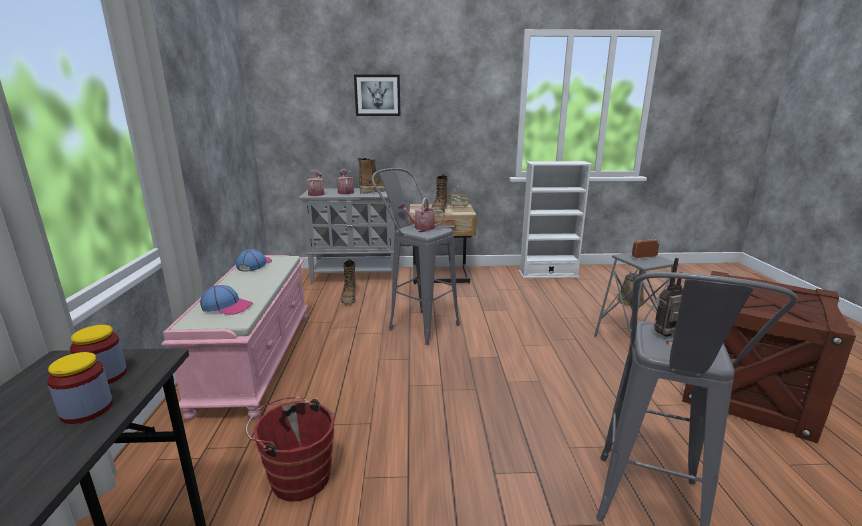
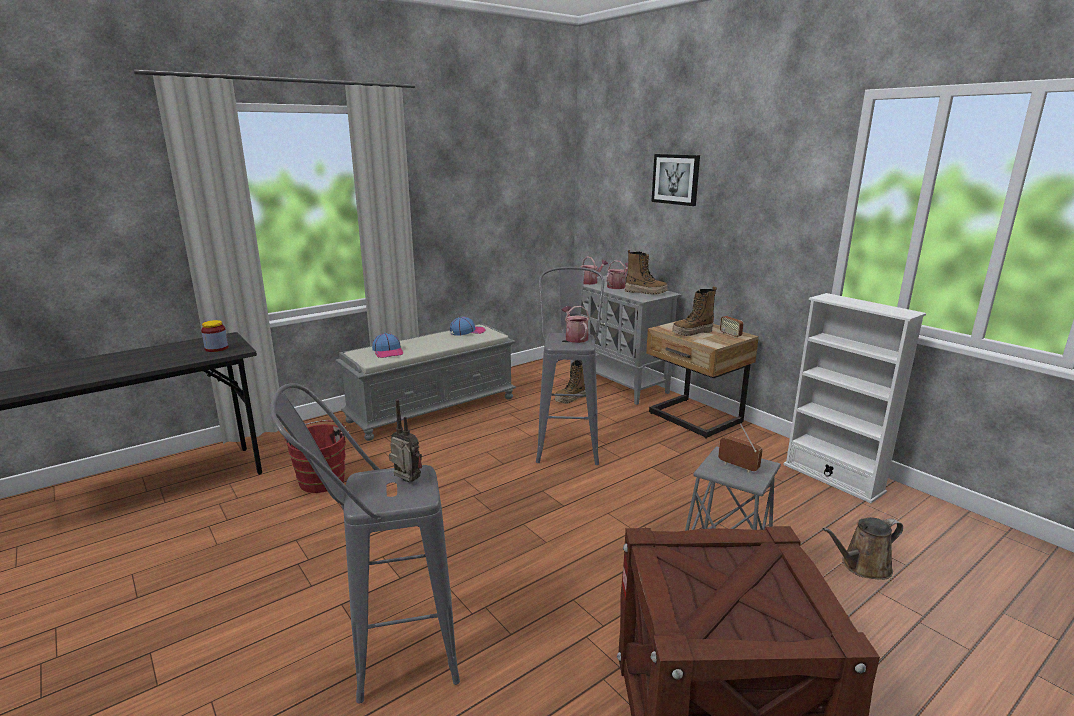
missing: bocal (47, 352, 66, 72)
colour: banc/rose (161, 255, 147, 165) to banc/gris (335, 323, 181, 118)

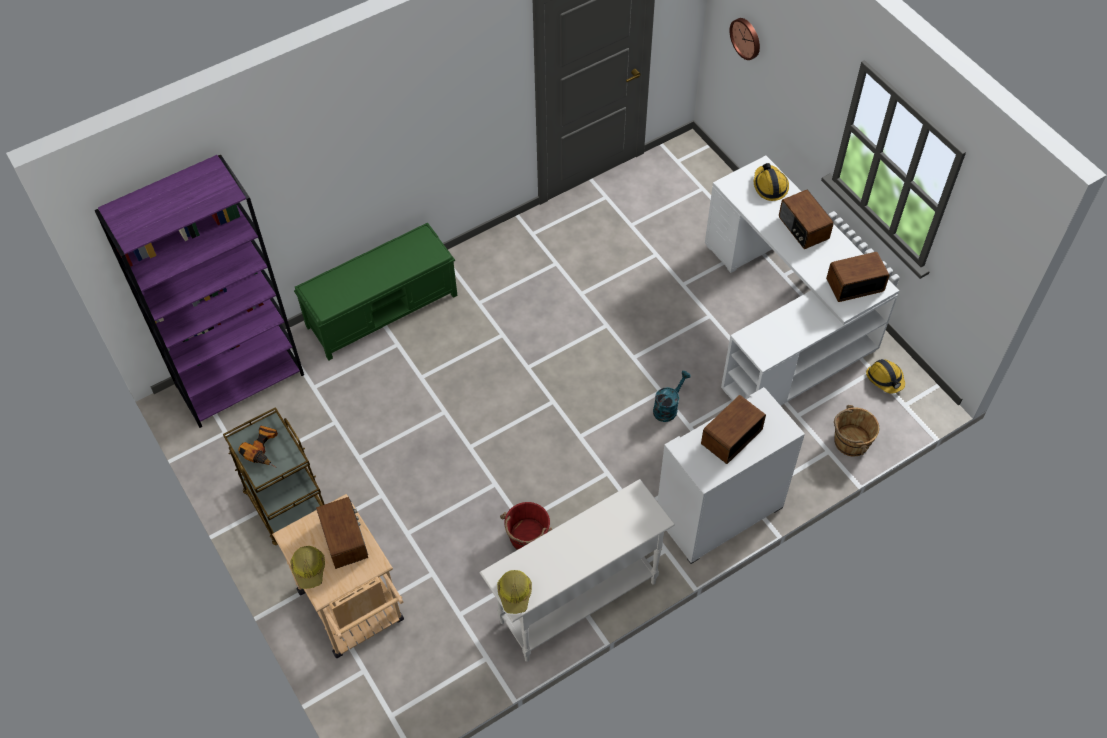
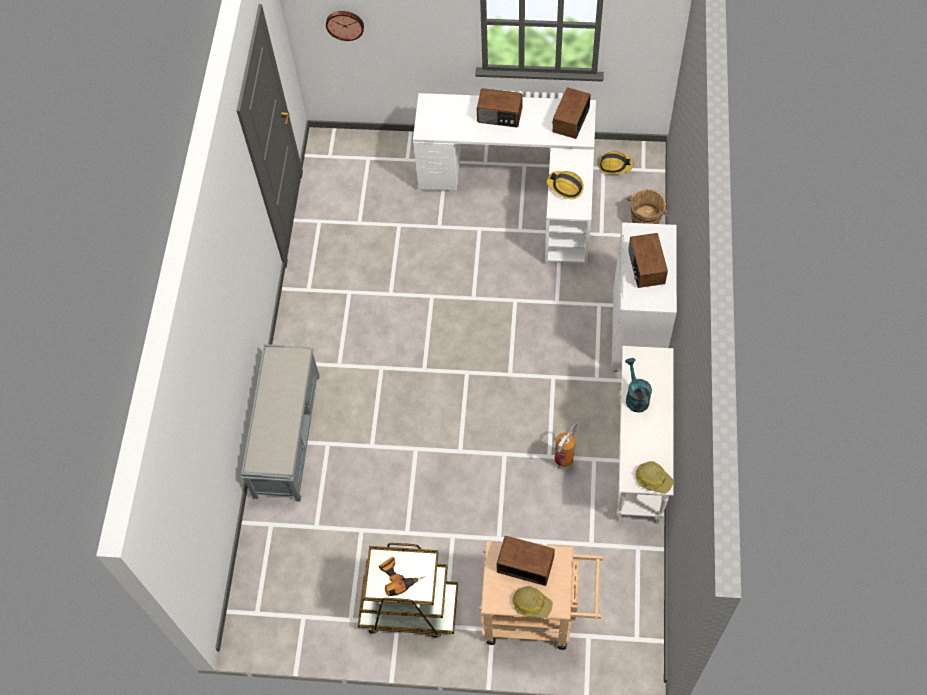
missing: bibliothèque/violet (95, 154, 209, 274)
relocated: arrosoir/turquoise (653, 371, 38, 51) to (625, 358, 27, 55); casque de chantier (754, 163, 35, 38) to (547, 171, 37, 28)
exchanged: seau/rouge (500, 502, 52, 48) to extincteur (554, 423, 23, 47)
colour: banc/vert (294, 223, 163, 138) to banc/gris (241, 344, 78, 158)

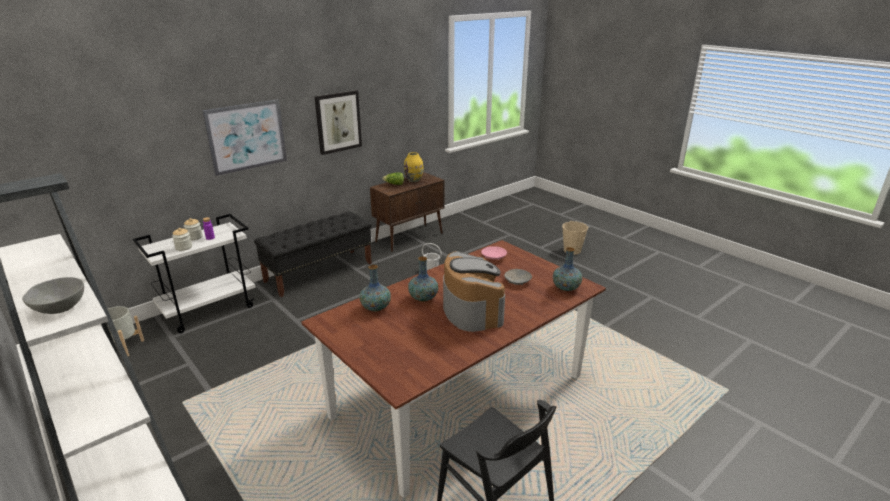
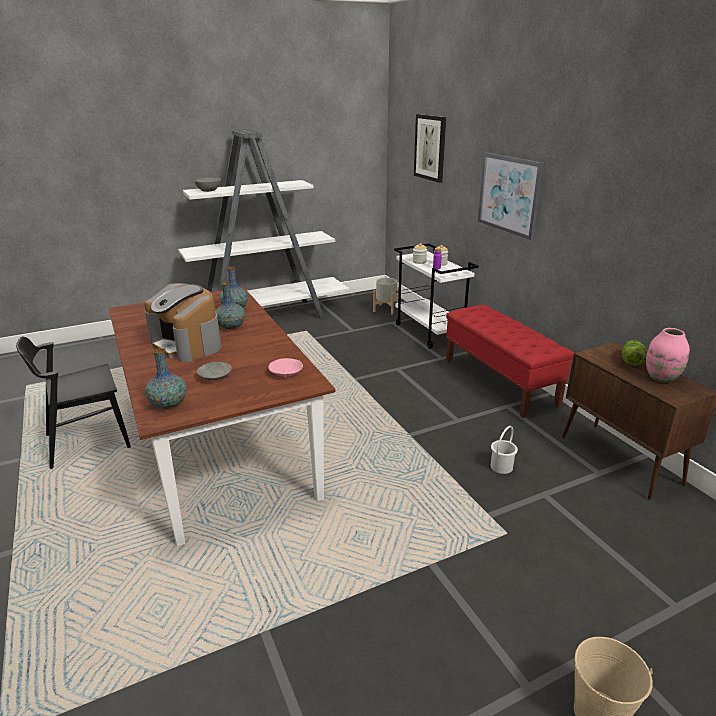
relocated: tableau (314, 90, 48, 65) to (414, 114, 32, 69)
colour: banc/noir (254, 212, 118, 85) to banc/rouge (446, 305, 128, 113); vase/jaune (404, 152, 20, 30) to vase/rose (646, 328, 44, 55)
spun: machine à café (443, 251, 62, 81) = (144, 283, 77, 79) 45 degrees clockwise

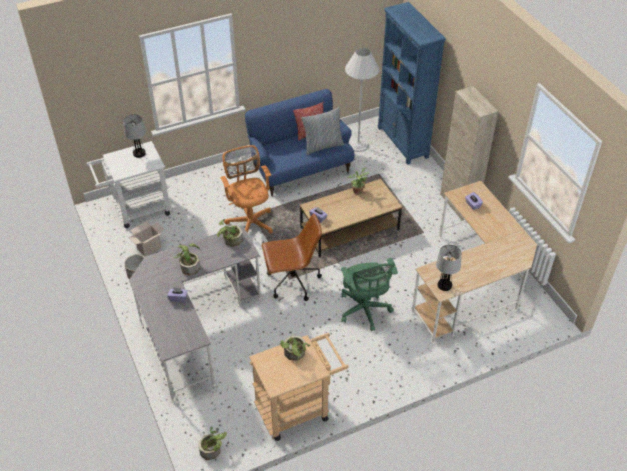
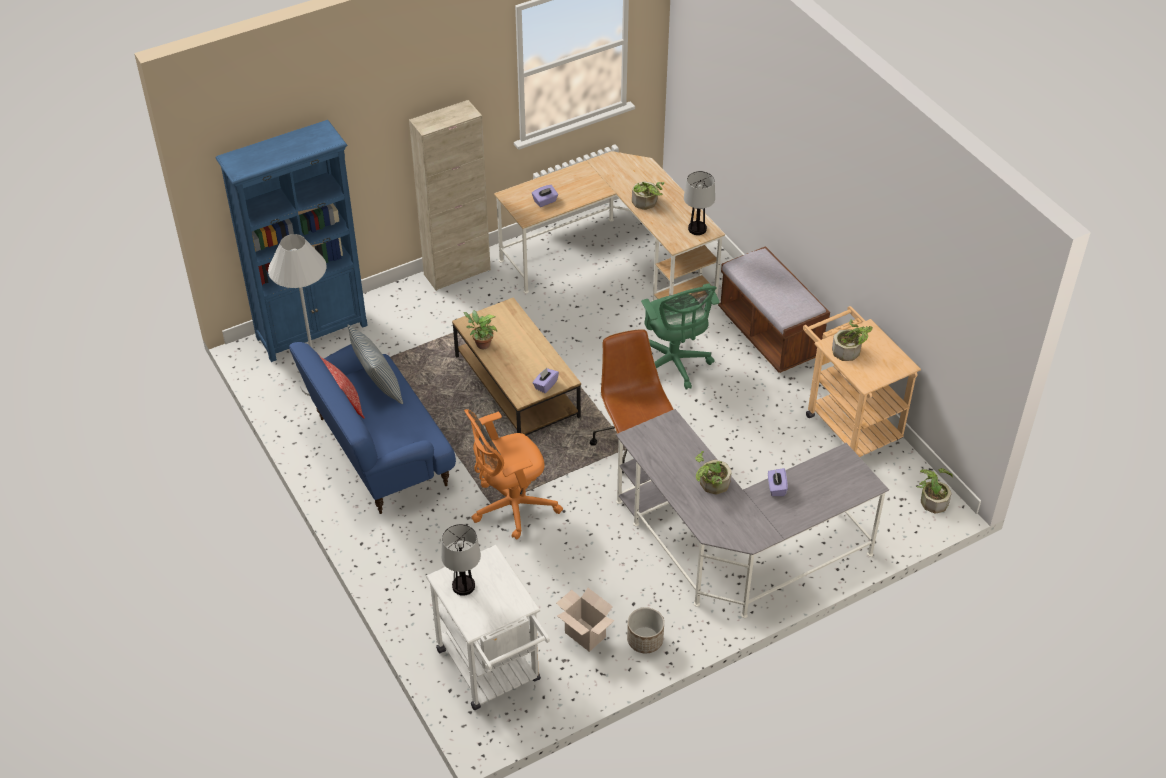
appeared: banc/marron (718, 246, 112, 127)
relocated: plante en pot (217, 219, 26, 28) to (632, 181, 33, 29)
spun: chaise de bureau/vert (341, 258, 57, 73) = (641, 284, 79, 106) 90 degrees clockwise

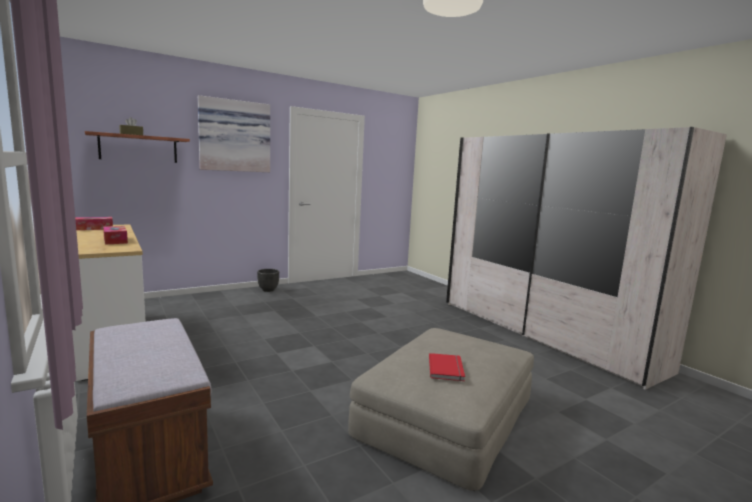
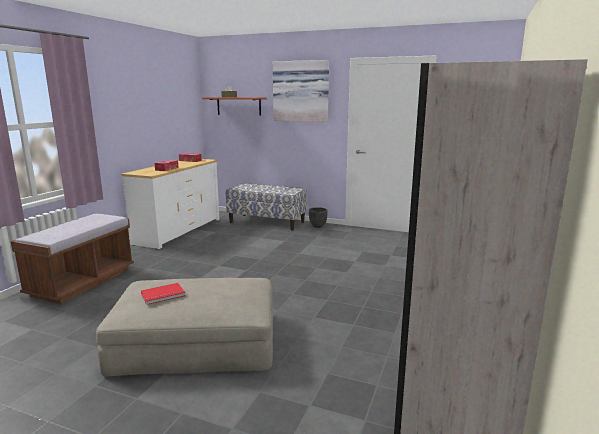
appeared: banc (226, 183, 81, 47)

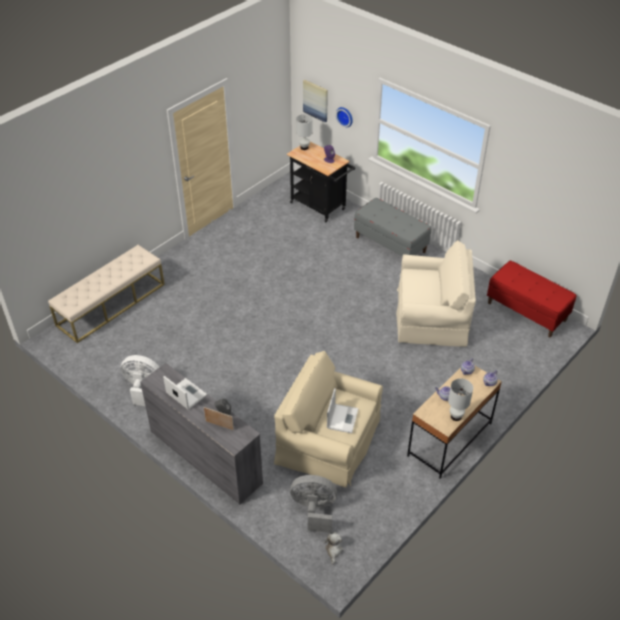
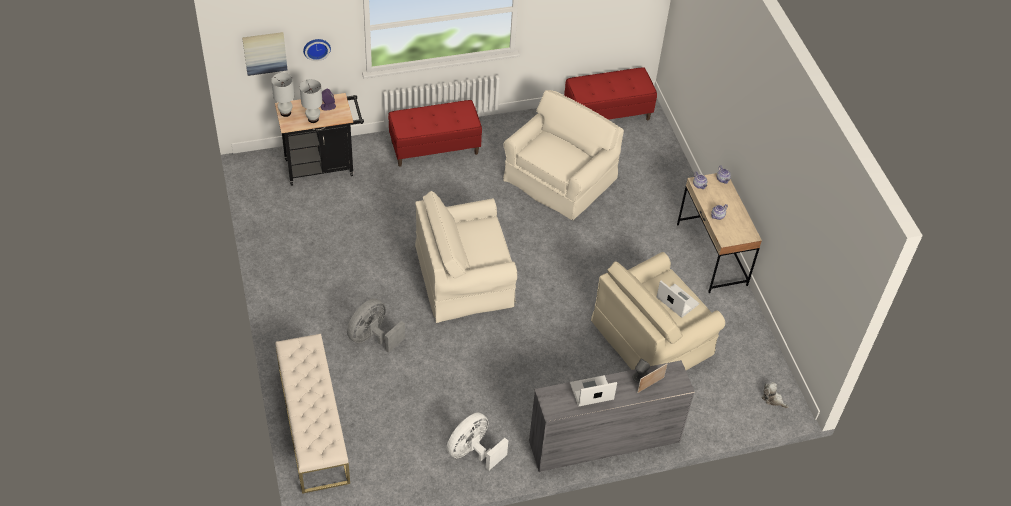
appeared: fauteuil/beige (415, 191, 102, 132)
relocated: ventilateur/gris (290, 475, 47, 58) to (347, 299, 58, 54); lampe de table/blanc (448, 379, 25, 42) to (300, 79, 22, 44)
colour: banc/gris (354, 198, 77, 59) to banc/rouge (388, 100, 94, 67)

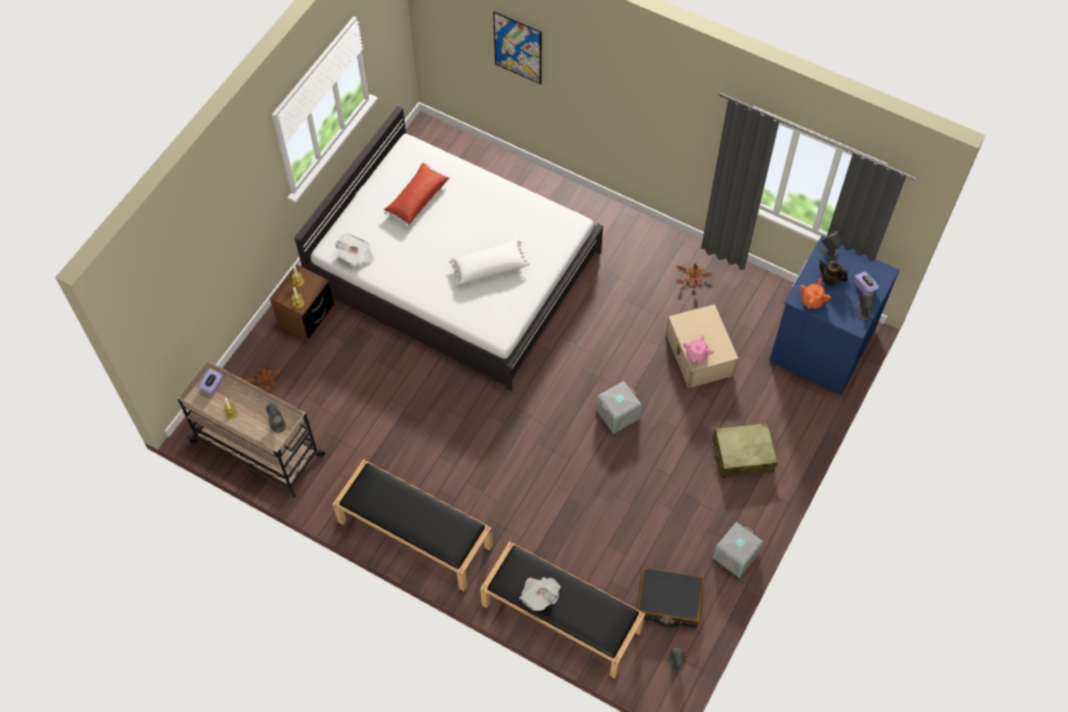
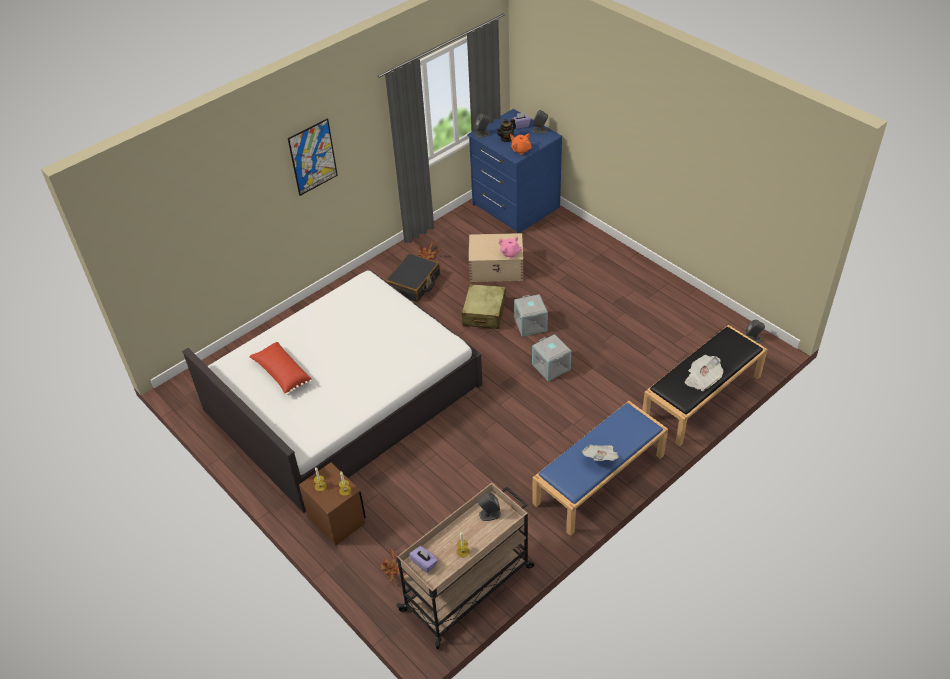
missing: coussin/blanc (449, 238, 80, 47)
relocated: journal (335, 233, 39, 33) to (582, 445, 37, 16); tableau (493, 11, 49, 73) to (288, 118, 50, 78); valise/noir (637, 567, 67, 61) to (386, 253, 54, 49); valise/beige (712, 423, 66, 55) to (462, 284, 44, 45); boîte de rangement/gris (713, 522, 50, 56) to (532, 334, 39, 47)
colour: banc/noir (333, 459, 160, 132) to banc/bleu (532, 401, 136, 135)

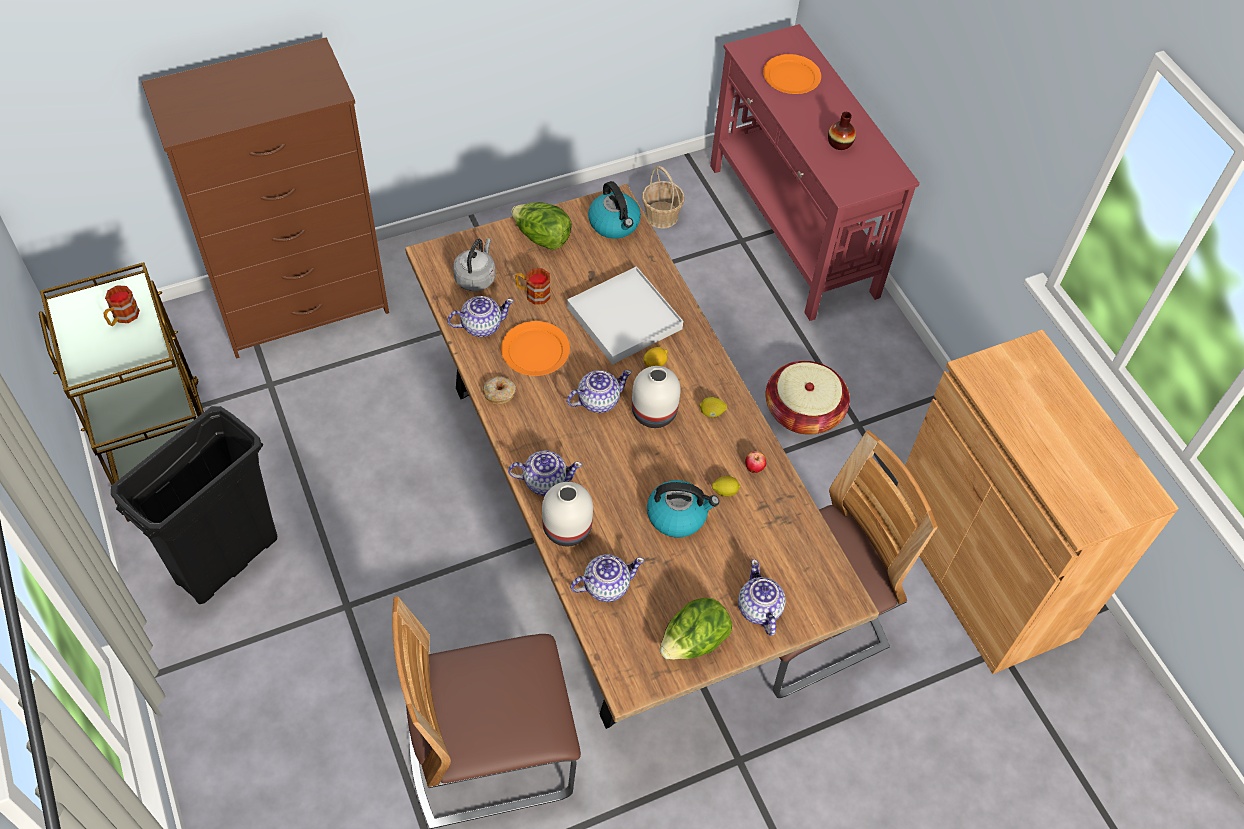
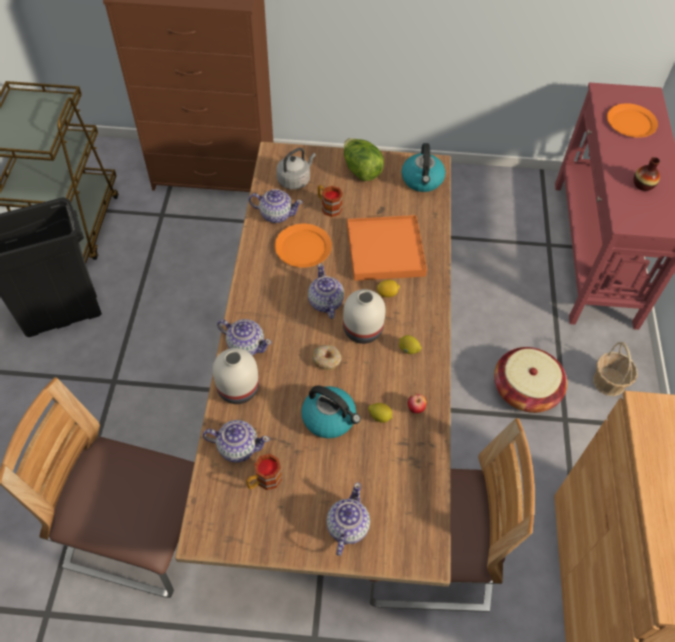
missing: laitue (660, 598, 72, 62)
relocated: mug (103, 285, 37, 41) to (246, 454, 36, 36); beignet (483, 377, 33, 27) to (312, 345, 29, 25); panier (642, 166, 43, 63) to (593, 342, 45, 54)
colour: plateau/blanc (567, 266, 116, 99) to plateau/orange (347, 215, 80, 66)
spun: théière (567, 370, 65, 43) = (308, 263, 36, 56) 105 degrees counterclockwise

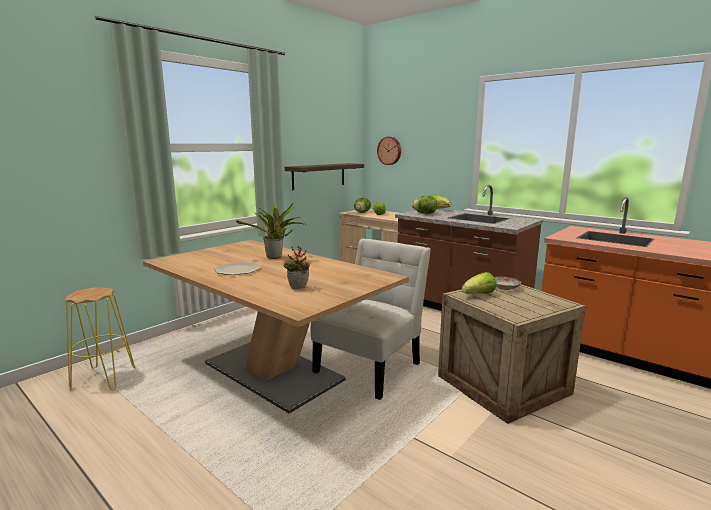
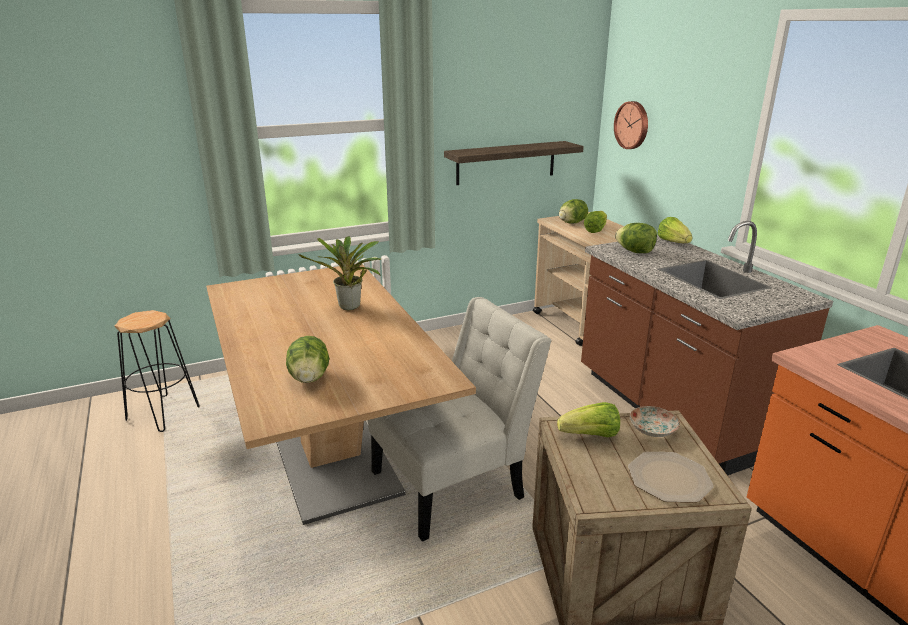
relocated: assiette (214, 262, 47, 13) to (628, 452, 86, 51)
exchanged: plante en pot (283, 246, 27, 43) to laitue (286, 336, 43, 47)
colour: tabouret/jaune (65, 287, 70, 103) to tabouret/noir (115, 310, 85, 122)

